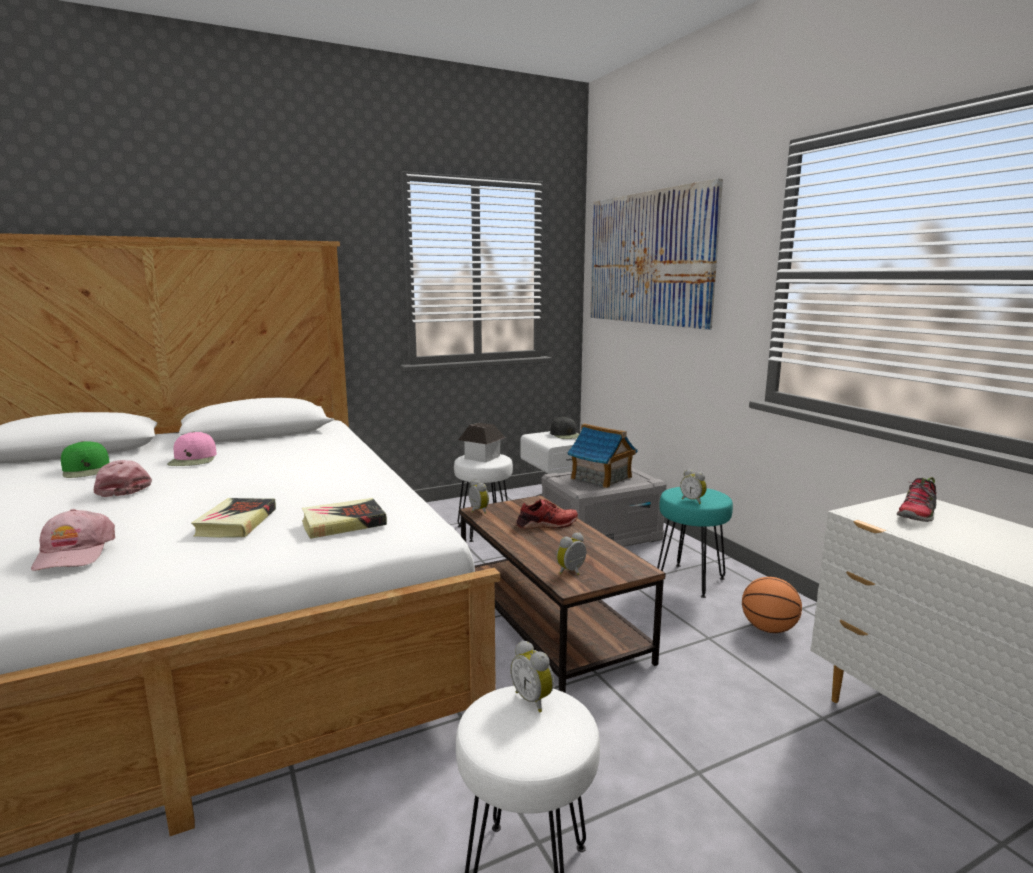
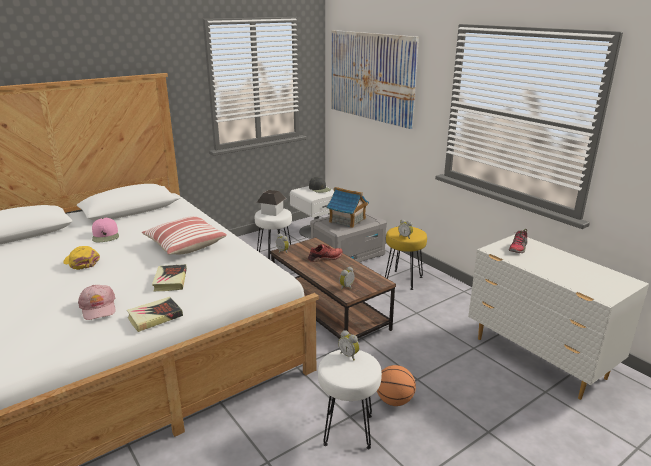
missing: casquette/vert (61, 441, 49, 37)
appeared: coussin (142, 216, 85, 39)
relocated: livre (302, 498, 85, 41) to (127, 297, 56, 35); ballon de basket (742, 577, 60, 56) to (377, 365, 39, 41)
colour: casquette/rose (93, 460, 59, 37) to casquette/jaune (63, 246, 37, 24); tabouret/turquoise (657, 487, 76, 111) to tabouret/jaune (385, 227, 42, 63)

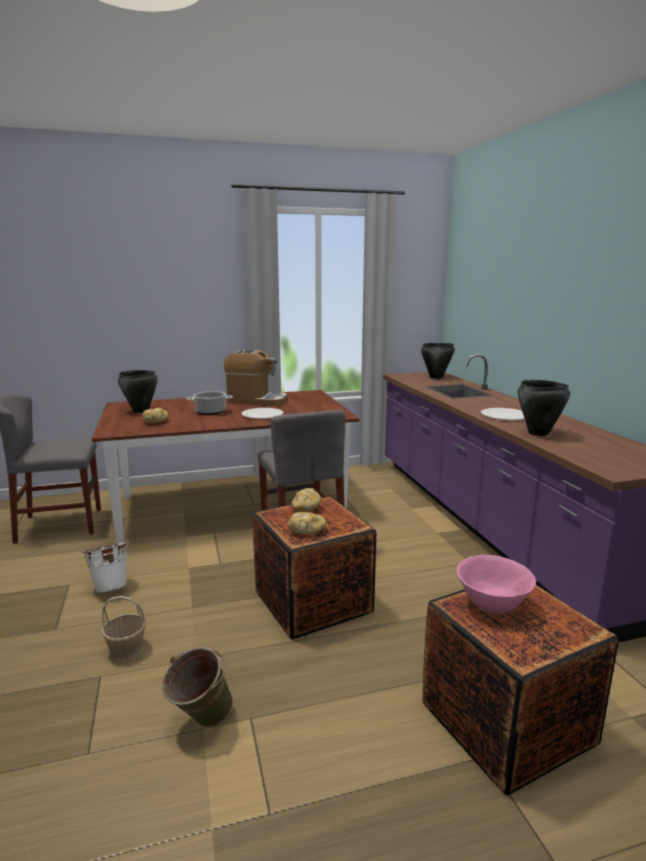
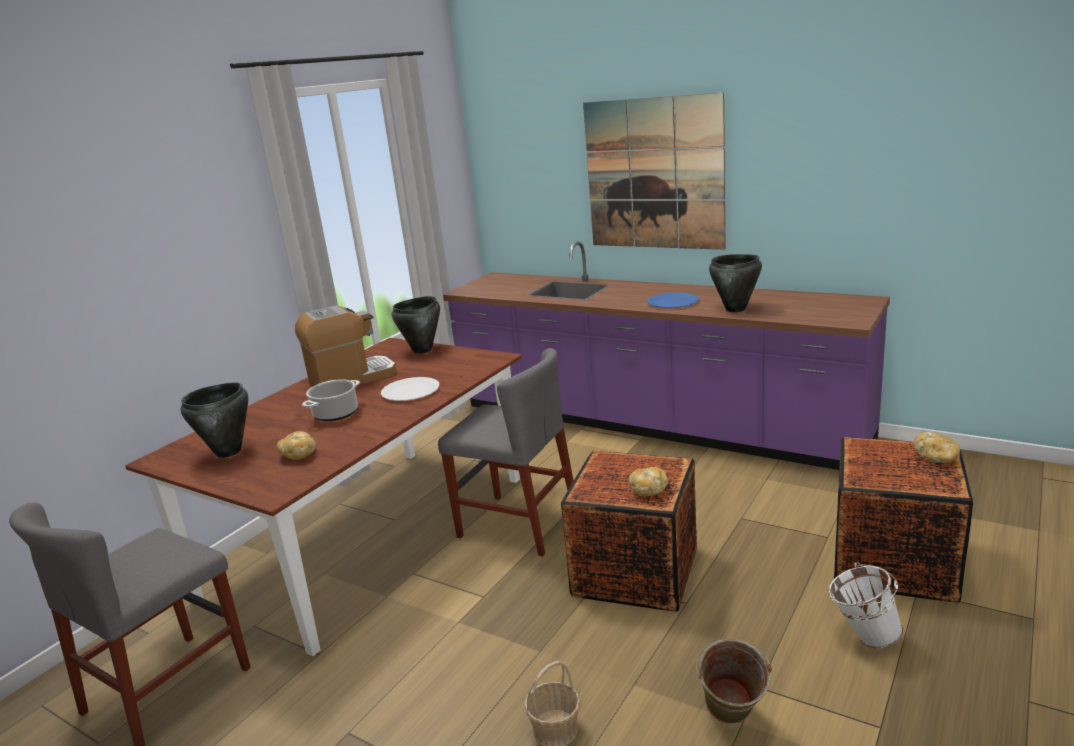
missing: bol/rose (457, 555, 79, 58)
appeared: tableau (583, 92, 143, 158)
relocated: seau/blanc (81, 540, 48, 53) to (828, 562, 75, 86); pain (291, 488, 31, 24) to (914, 432, 46, 31); marmite/noir (421, 343, 34, 36) to (392, 296, 48, 58)
colour: assiette/blanc (481, 408, 44, 12) to assiette/bleu (647, 292, 52, 16)

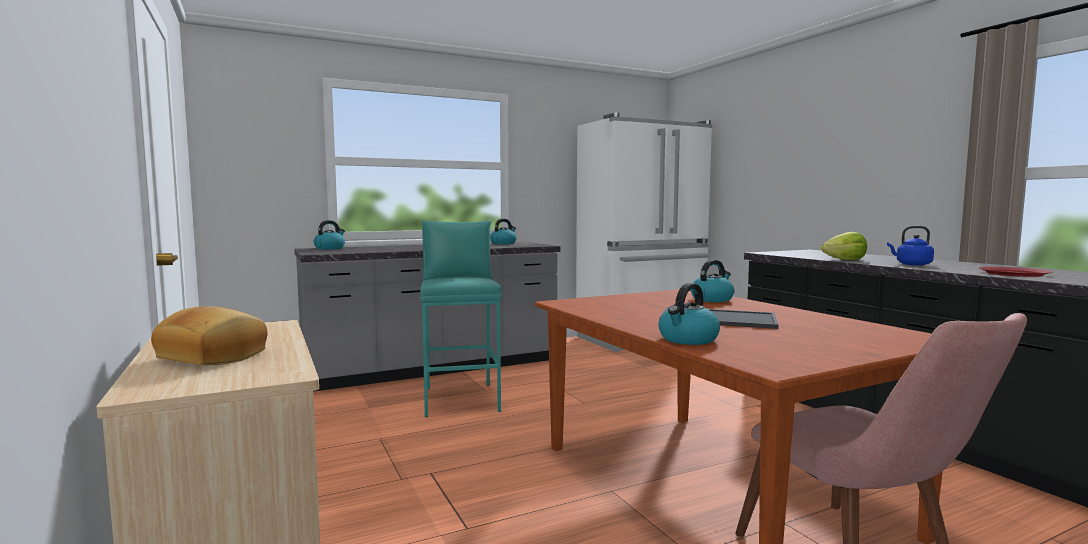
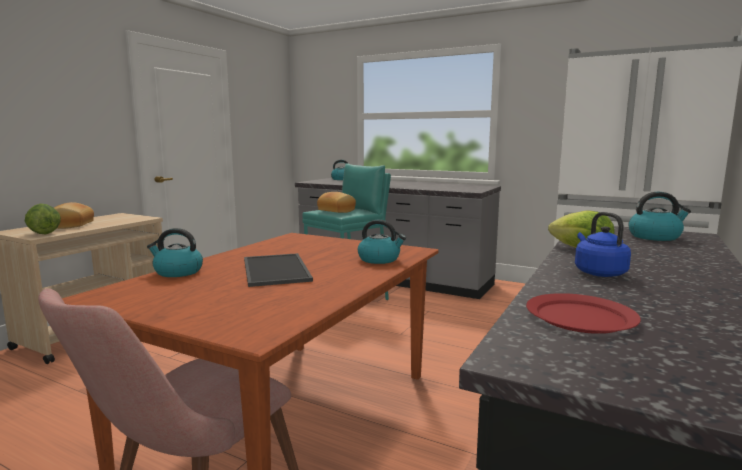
appeared: laitue (25, 203, 36, 32); pain (317, 192, 39, 21)
relocated: bouilloire (490, 219, 27, 25) to (629, 192, 62, 49)

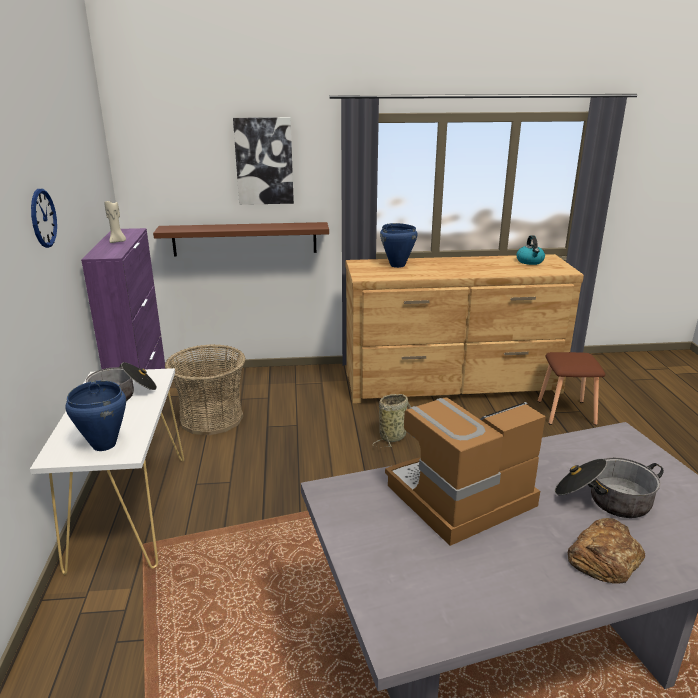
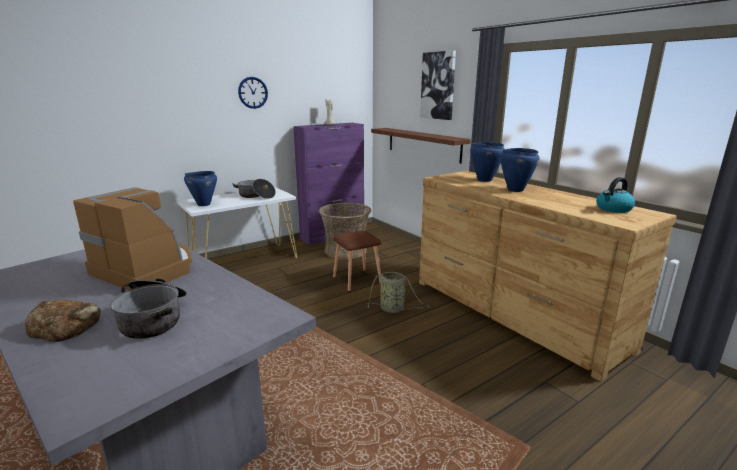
appeared: marmite/bleu (500, 148, 40, 44)
relocated: tabouret/marron (538, 352, 67, 73) to (333, 231, 49, 61)

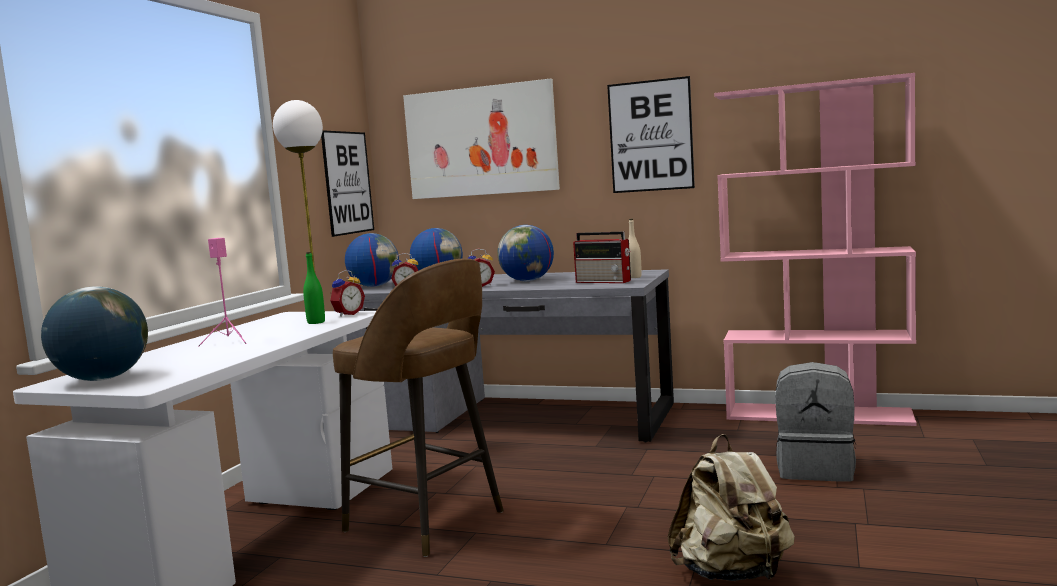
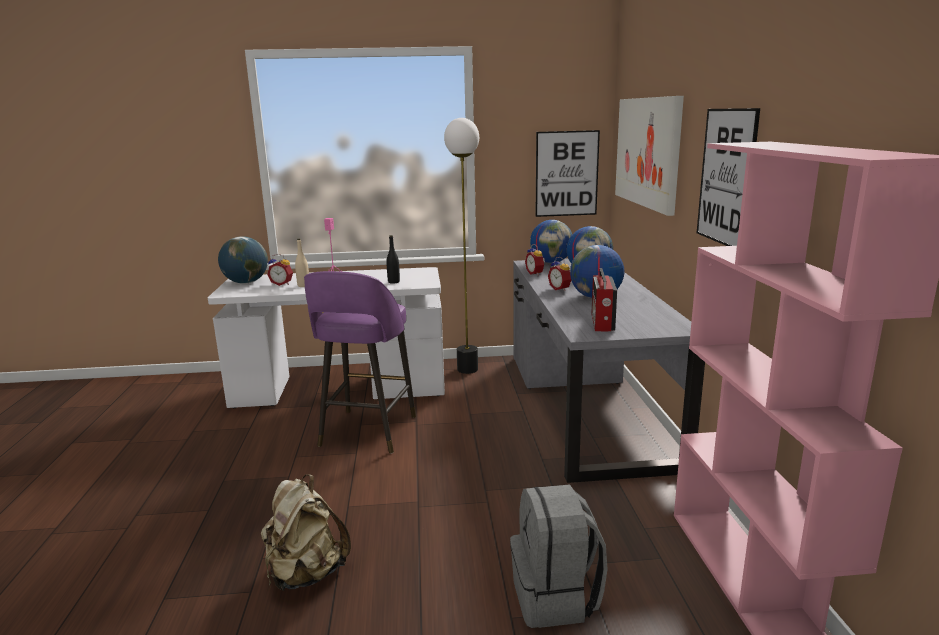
relocated: réveil (330, 270, 35, 47) to (267, 254, 26, 32); bouteille/beige (628, 219, 14, 59) to (295, 239, 14, 48)
colour: bouteille/vert (303, 252, 22, 72) to bouteille/noir (386, 235, 14, 49); tabouret/marron (333, 258, 171, 299) to tabouret/violet (304, 271, 112, 182)

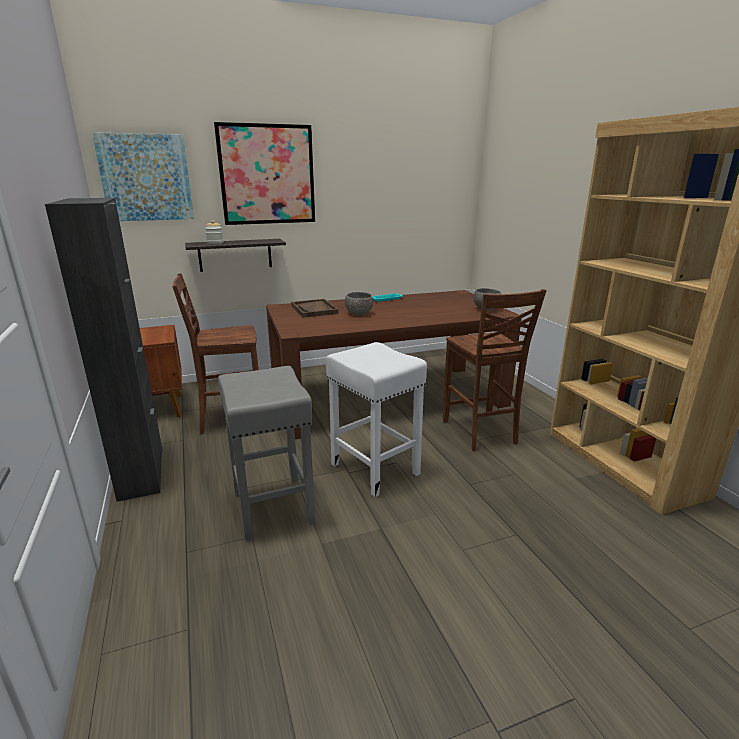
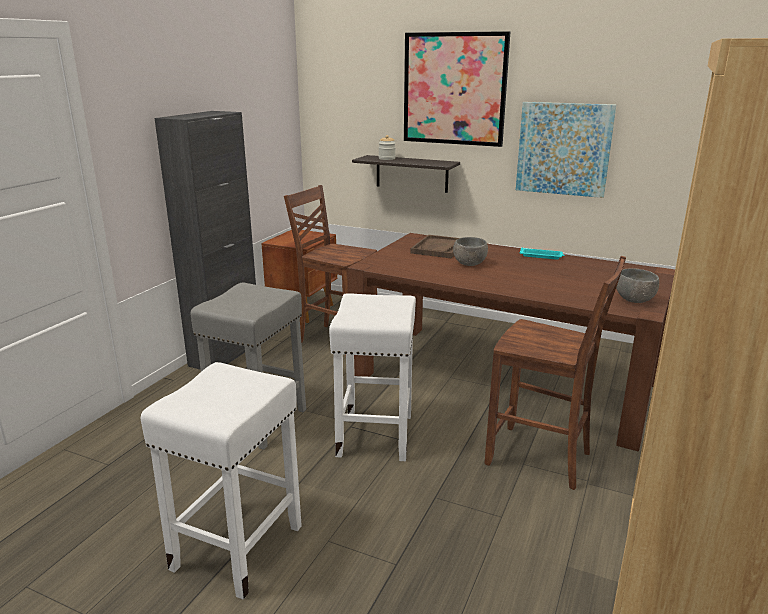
appeared: tabouret/blanc (141, 362, 161, 237)
relocated: tableau (92, 132, 102, 89) to (516, 102, 100, 96)
spun: chaise/marron (443, 289, 104, 162) = (485, 256, 141, 234) 90 degrees counterclockwise

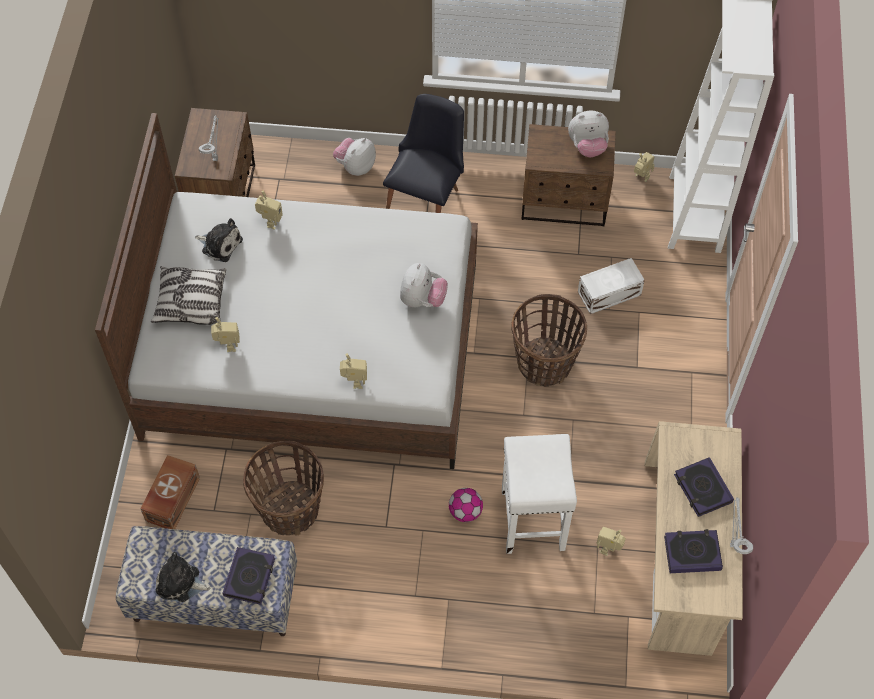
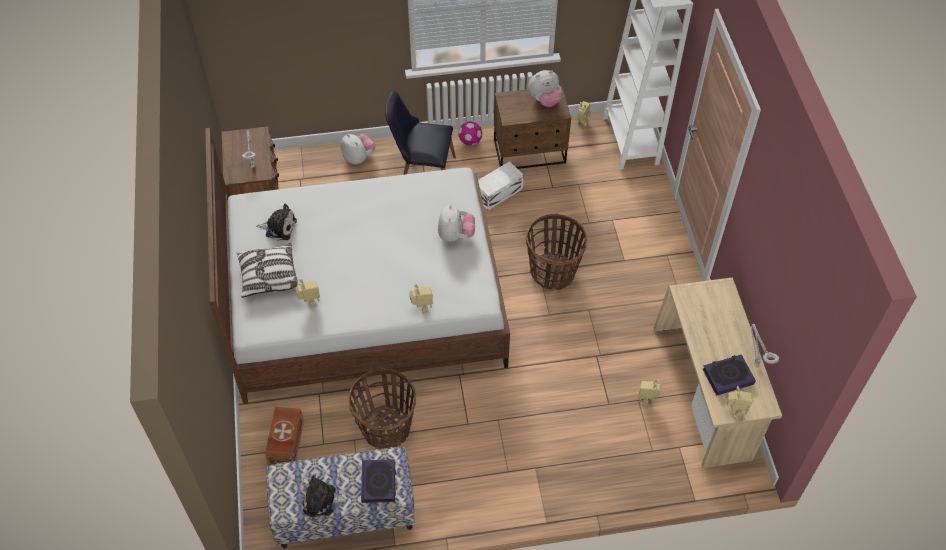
missing: tabouret/blanc (502, 434, 75, 120); livre (674, 457, 60, 60)
relocated: robot jouet (255, 190, 28, 40) to (727, 386, 26, 32); ballon de foot (449, 488, 34, 34) to (458, 122, 24, 24); boîte de rangement/blanc (578, 258, 67, 56) to (478, 161, 46, 49)
spun: peluche (333, 138, 43, 38) = (341, 134, 34, 30) 120 degrees clockwise; chaise/noir (383, 94, 81, 119) = (385, 91, 71, 84) 90 degrees counterclockwise

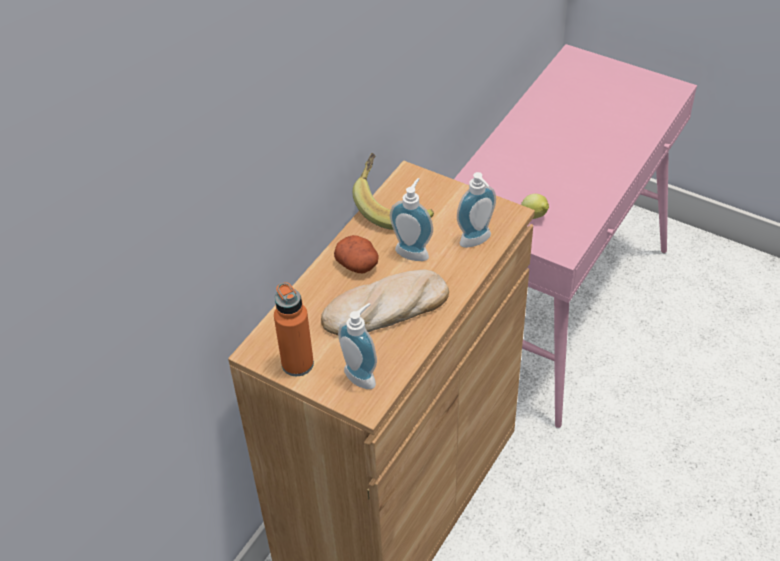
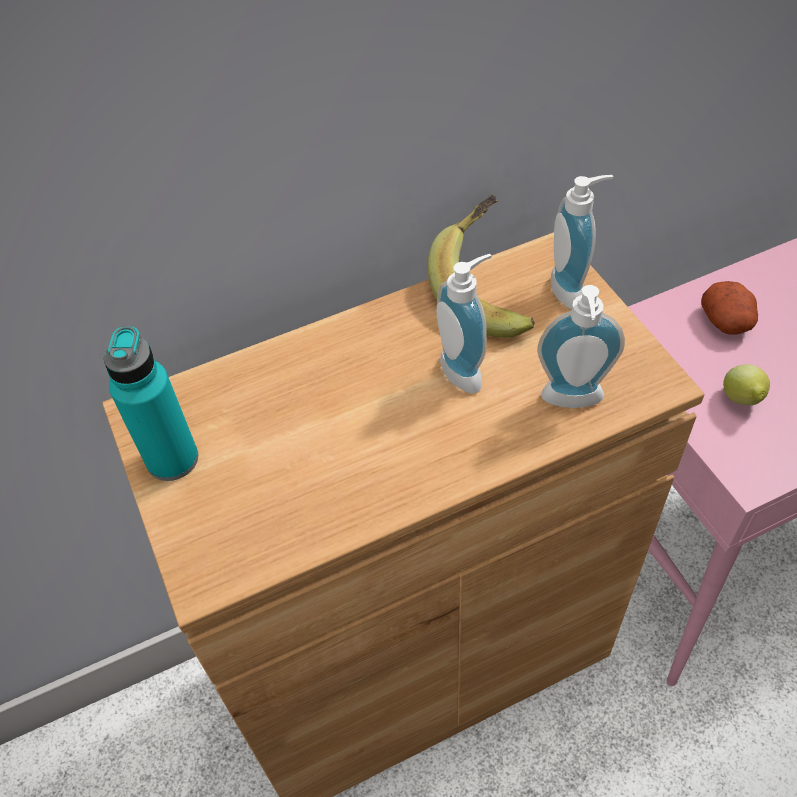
missing: pain (321, 270, 128, 65)
relocated: pomme de terre (334, 235, 45, 38) to (701, 281, 57, 53); distributeur de savon (338, 303, 39, 86) to (551, 175, 62, 134)
colour: bouteille/orange (274, 282, 40, 94) to bouteille/turquoise (104, 326, 94, 155)

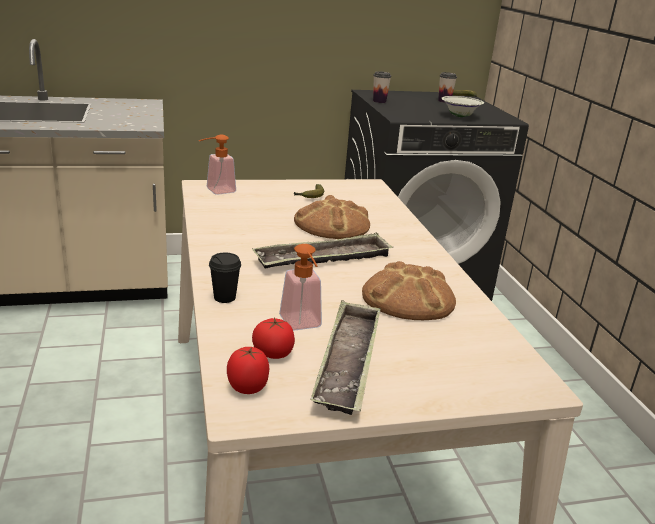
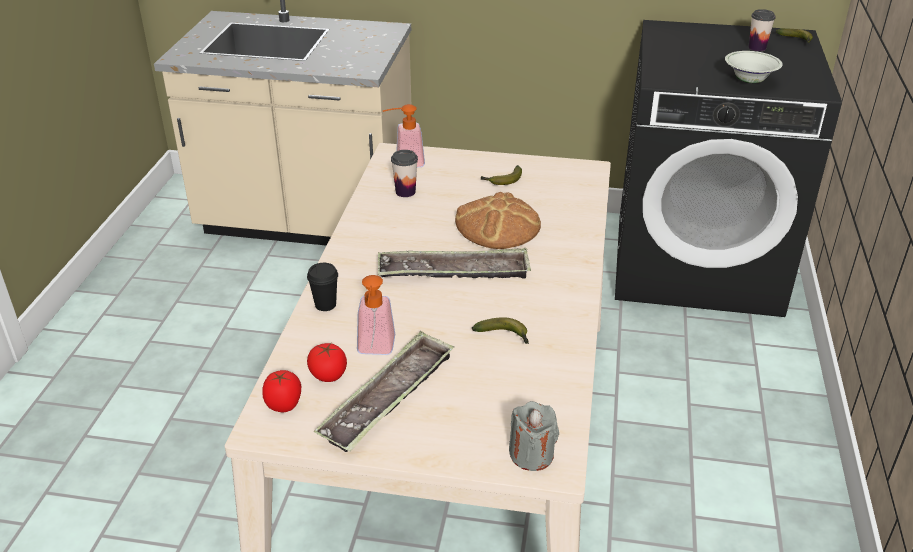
appeared: bougie/gris (509, 401, 50, 70)
relocated: tasse (373, 71, 18, 32) to (391, 150, 27, 47)
exchanged: pain (362, 261, 94, 59) to banane (472, 317, 57, 27)

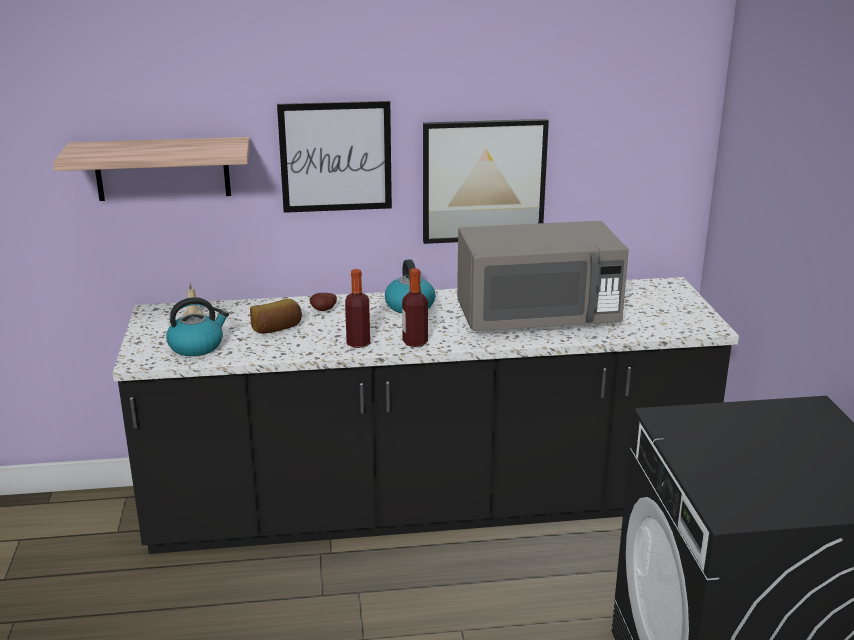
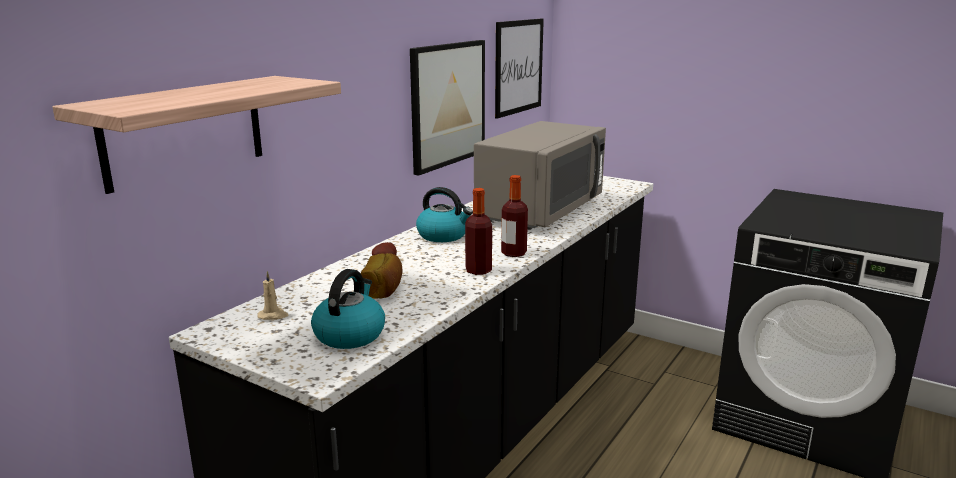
relocated: tableau (277, 101, 115, 112) to (495, 19, 49, 100)

